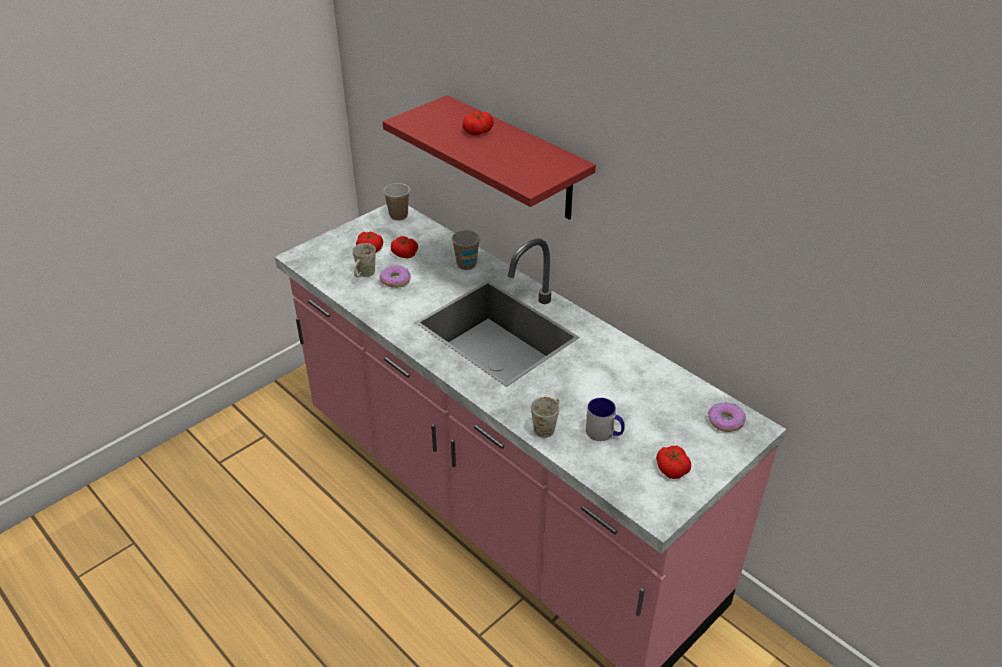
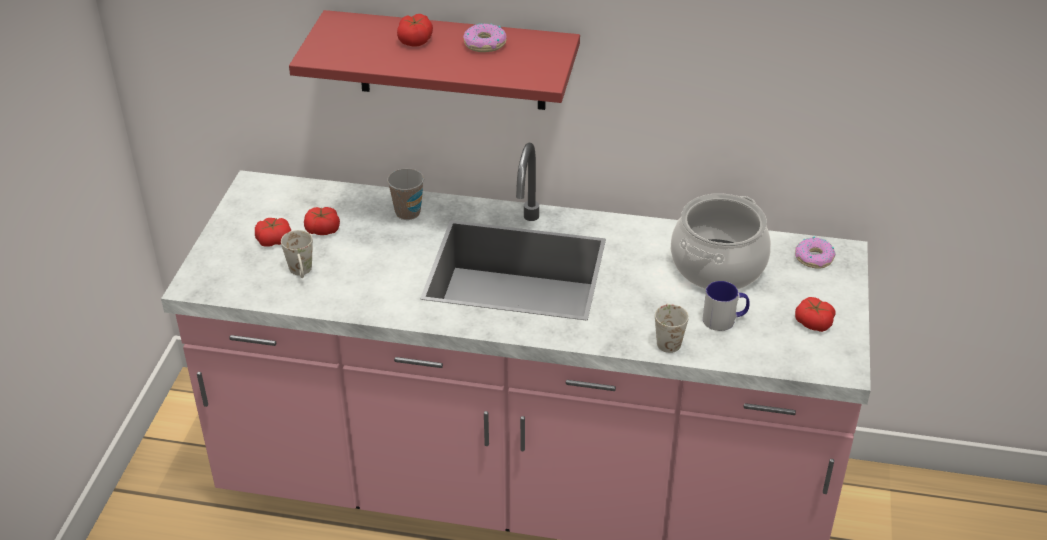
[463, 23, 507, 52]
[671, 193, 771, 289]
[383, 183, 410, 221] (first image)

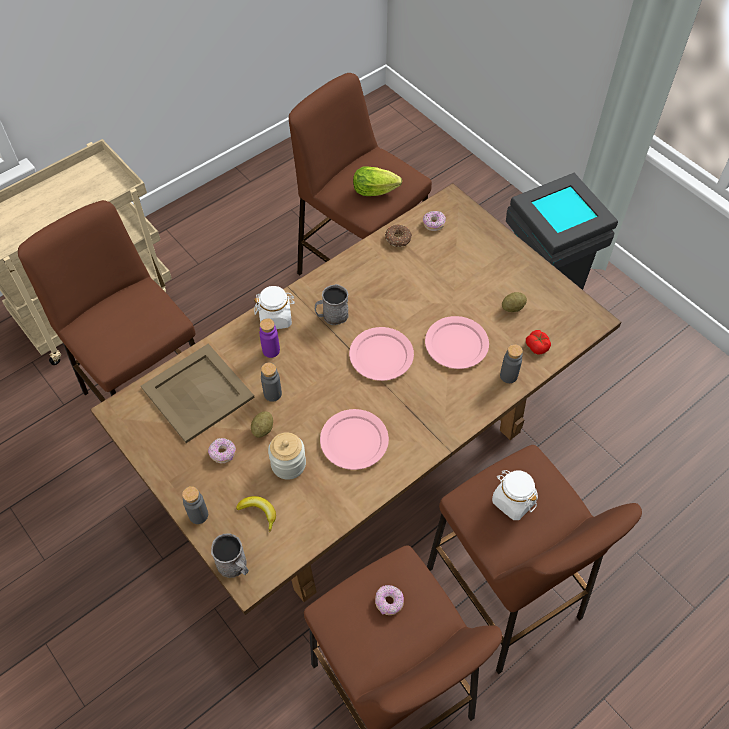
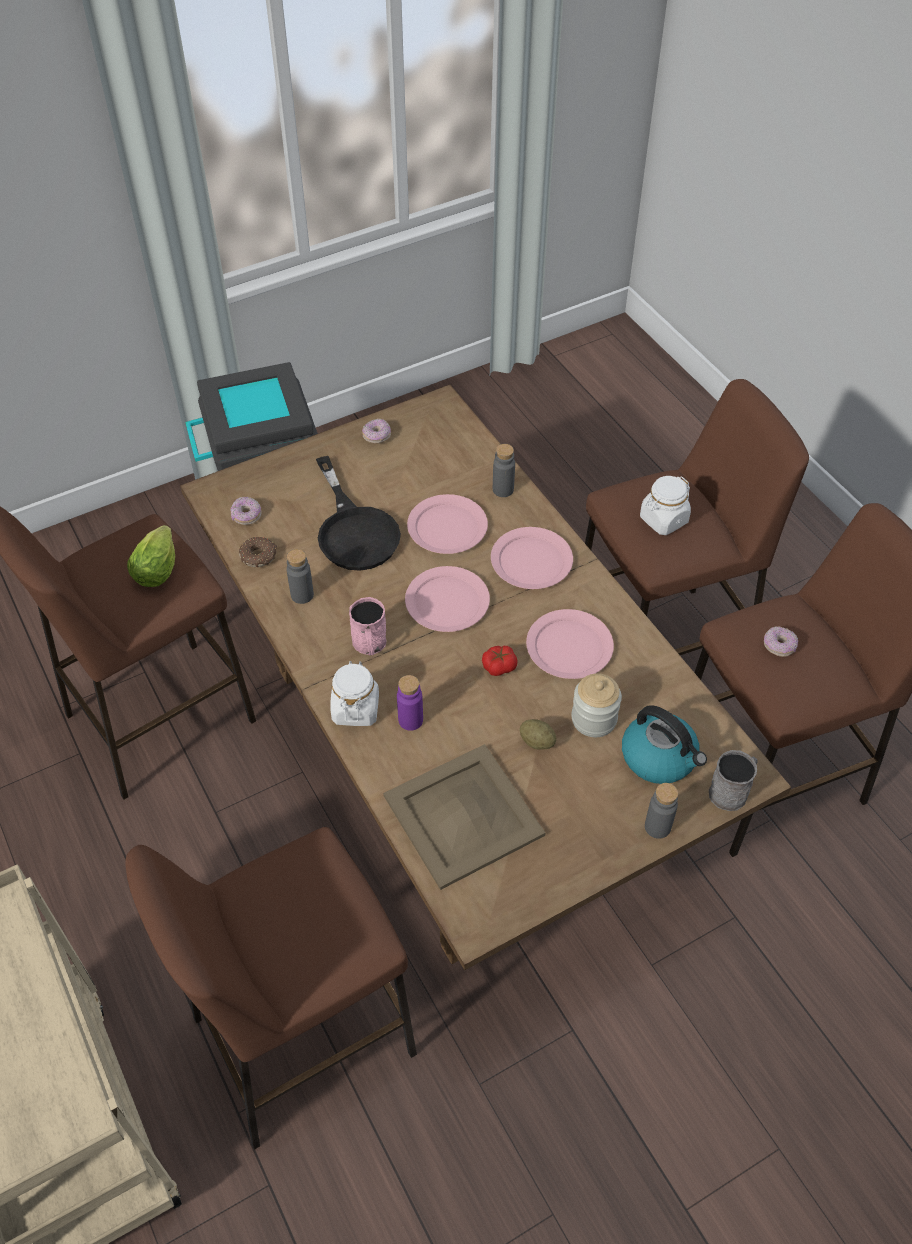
[286, 549, 314, 604]
[316, 456, 401, 571]
[349, 597, 386, 655]
[362, 419, 391, 444]
[482, 646, 517, 676]
[491, 527, 573, 589]
[622, 705, 707, 784]
[502, 292, 527, 312] (first image)

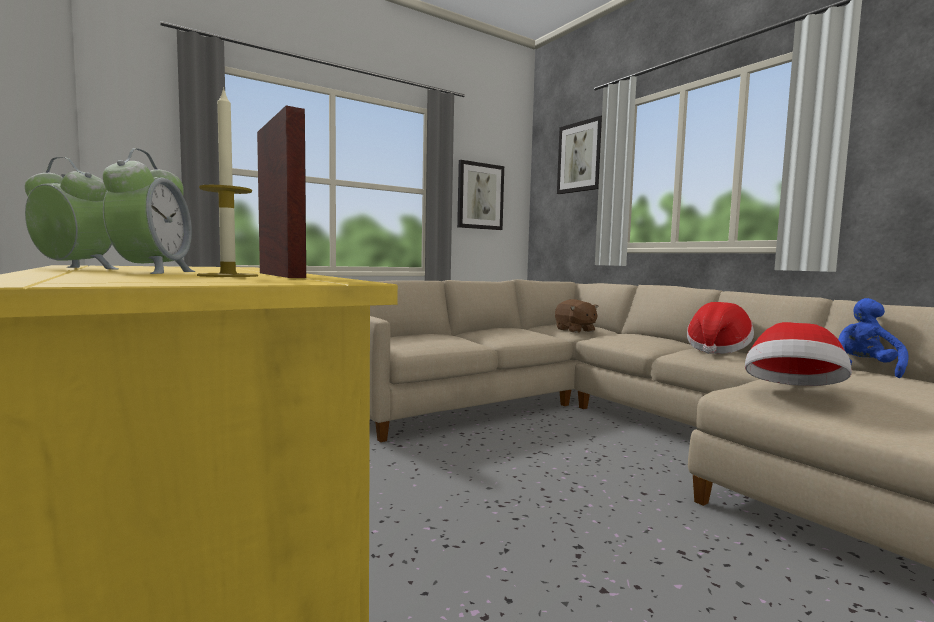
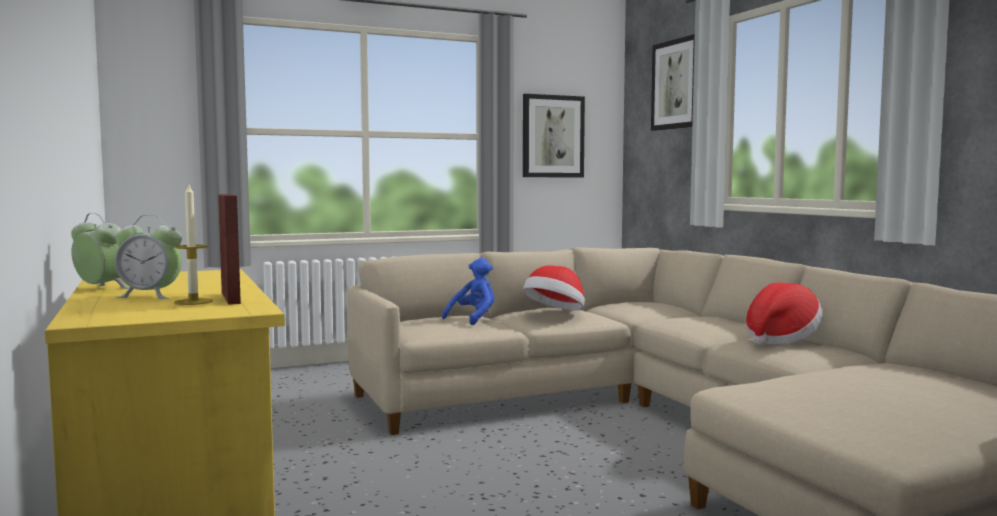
[115, 215, 182, 299]
[442, 258, 494, 325]
[523, 266, 585, 310]
[555, 299, 599, 333] (first image)

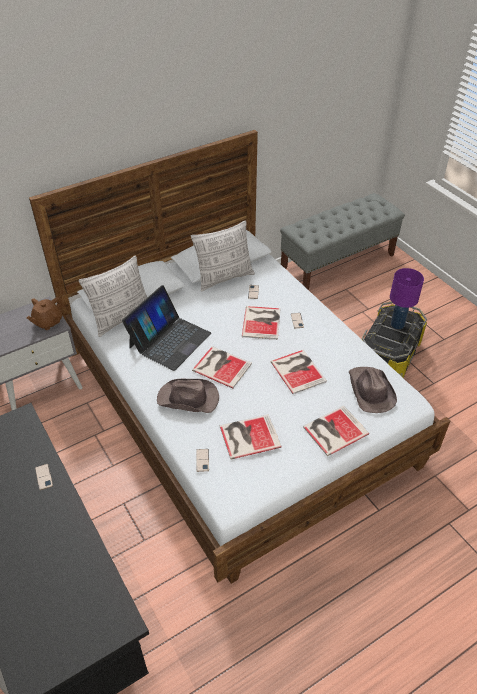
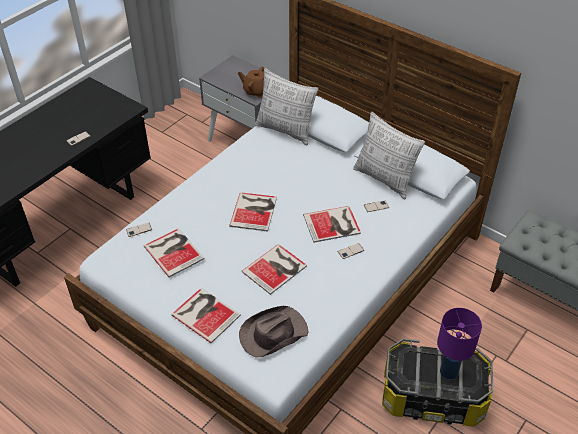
[122, 285, 211, 371] (first image)
[157, 379, 219, 413] (first image)

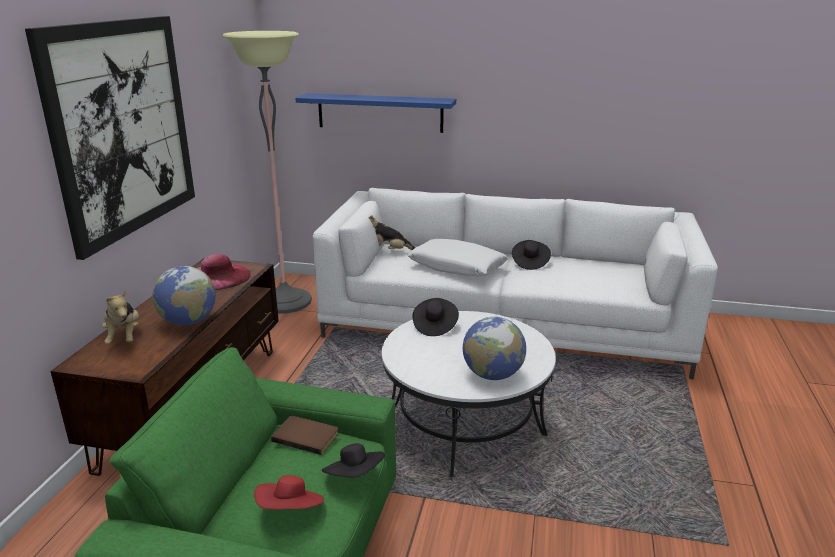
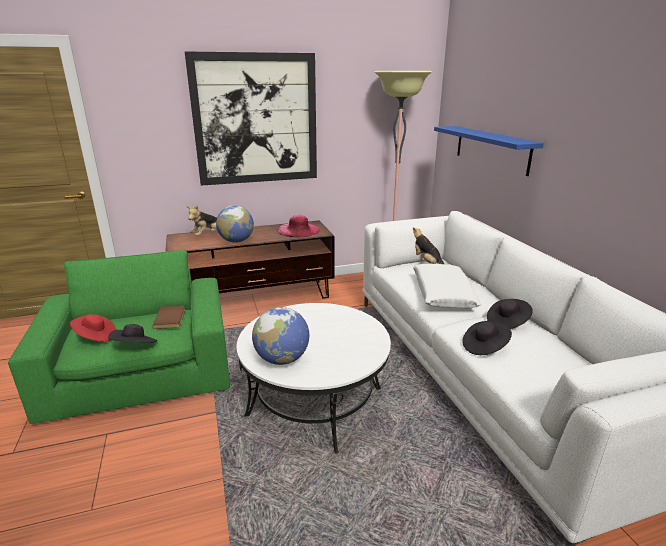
[462, 321, 512, 355]

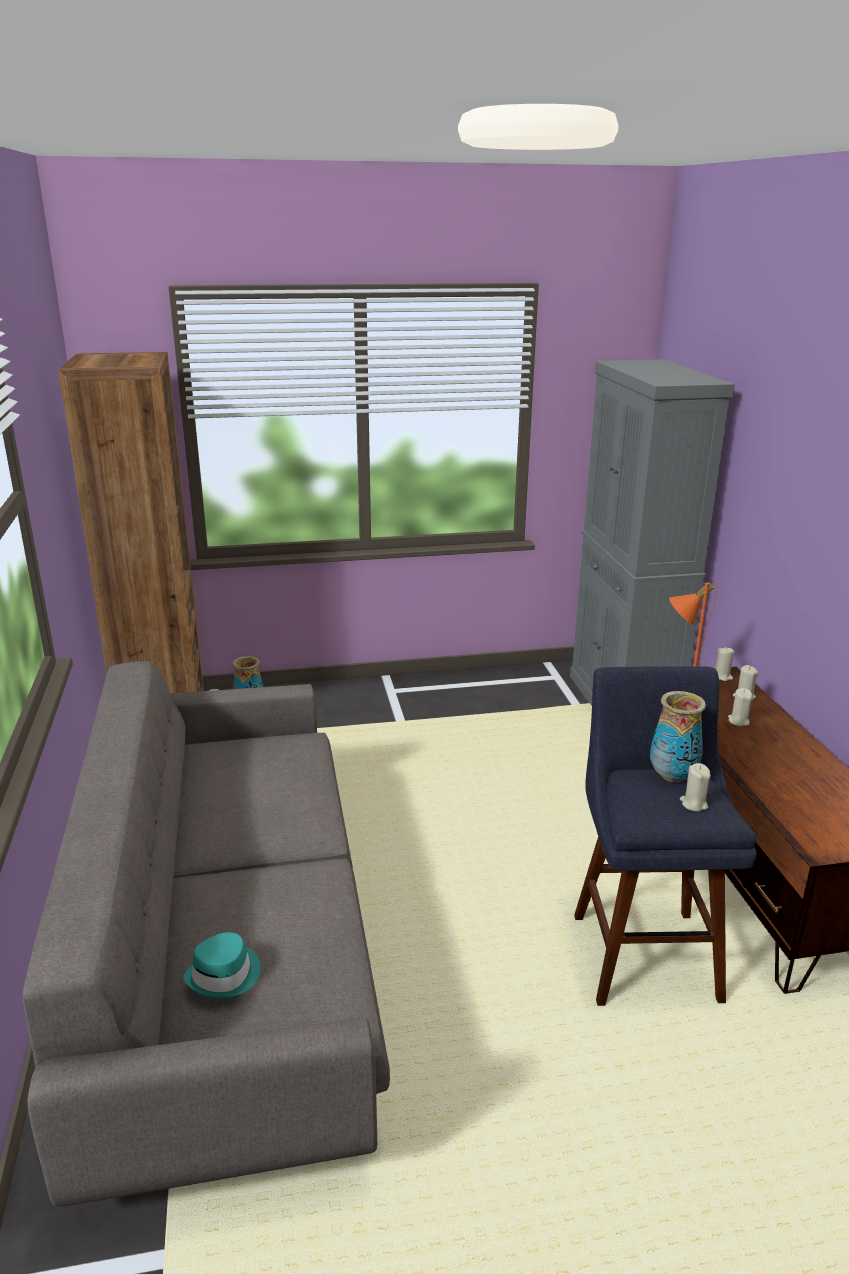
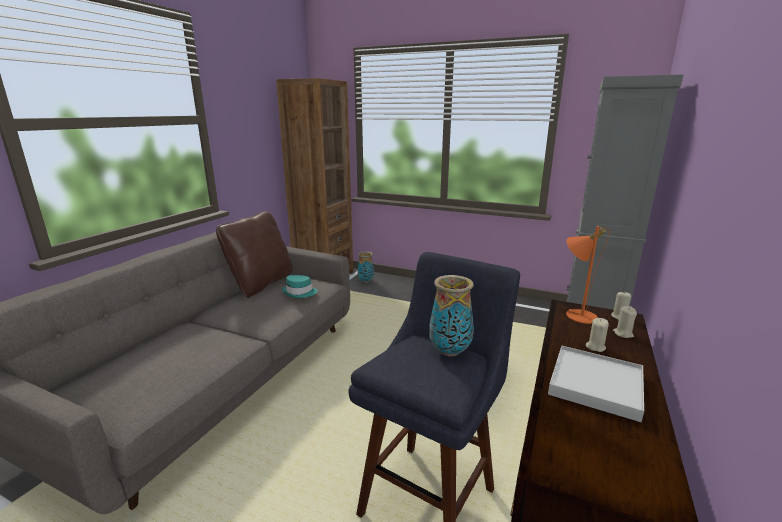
[216, 211, 293, 298]
[282, 275, 317, 298]
[548, 346, 644, 422]
[680, 763, 711, 811] (first image)

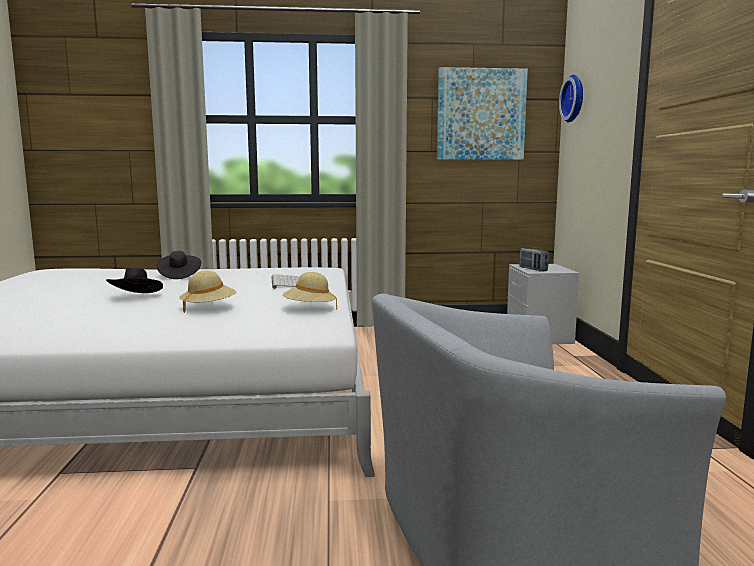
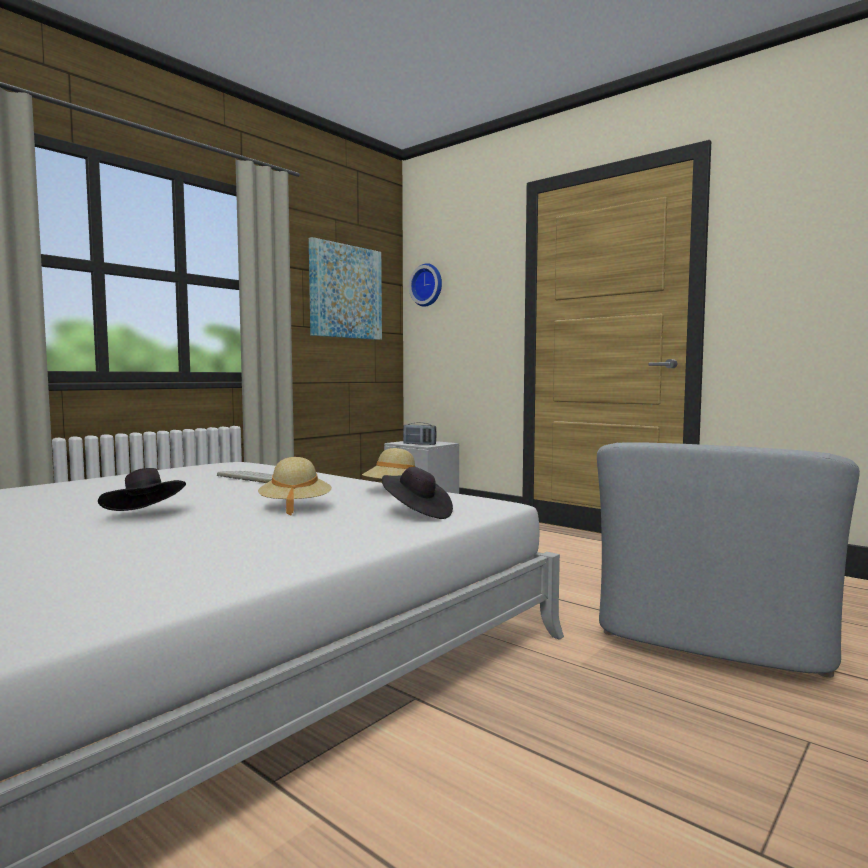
[382, 467, 453, 519]

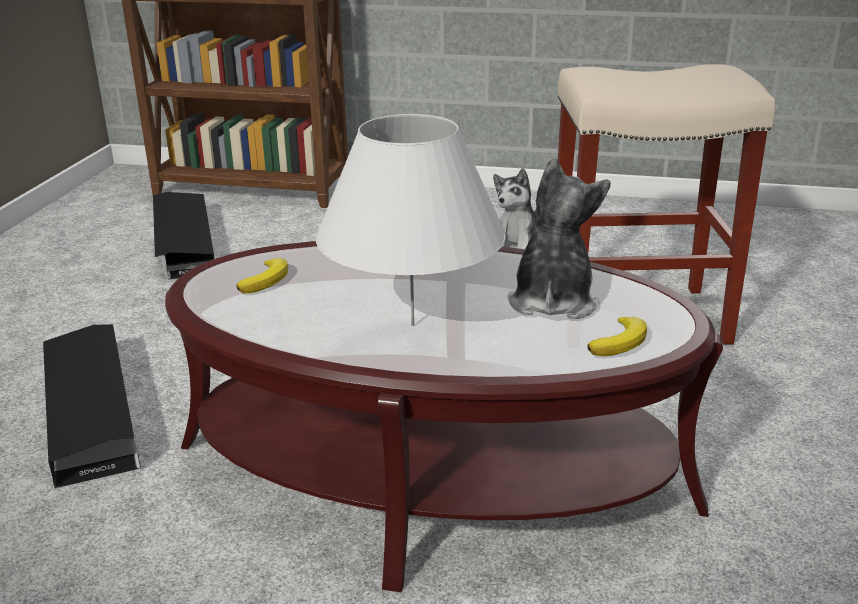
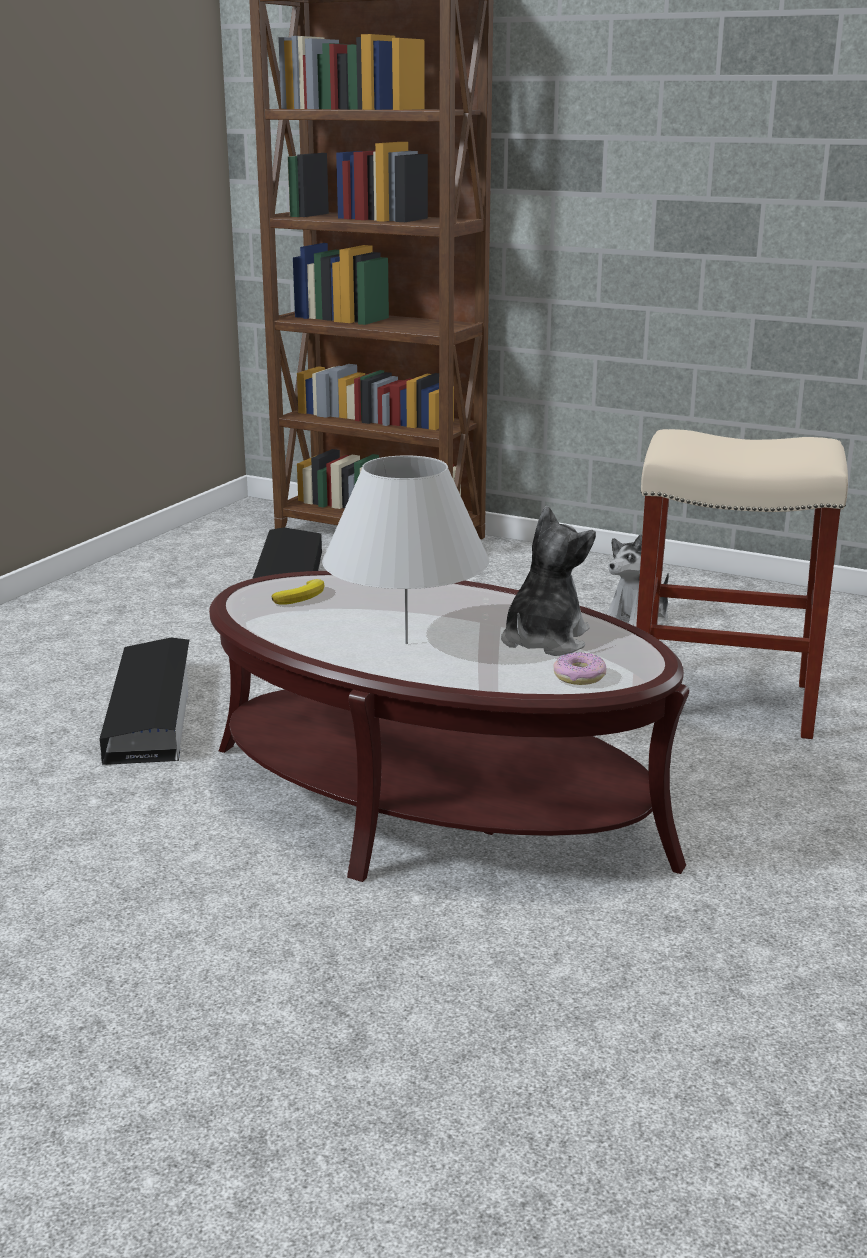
[553, 652, 607, 685]

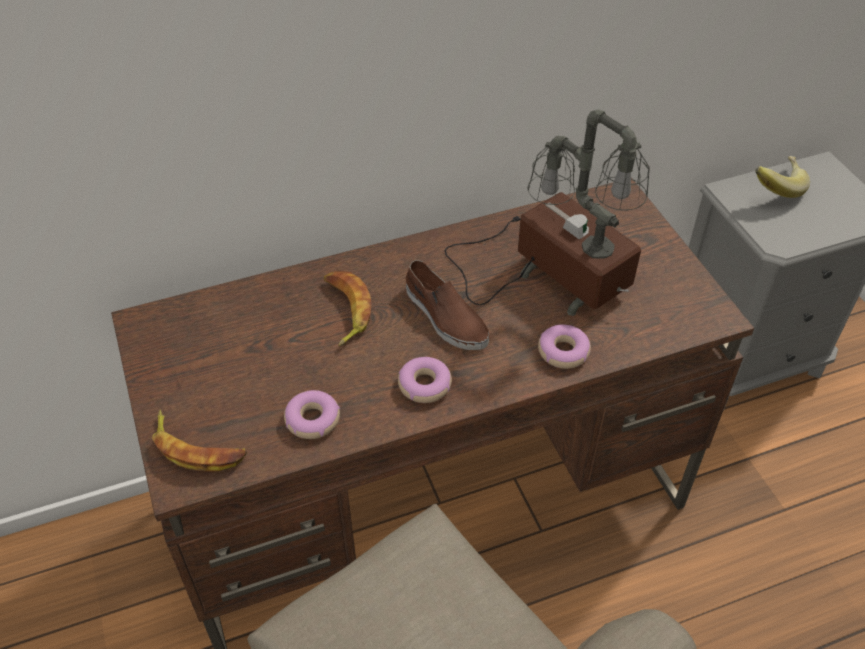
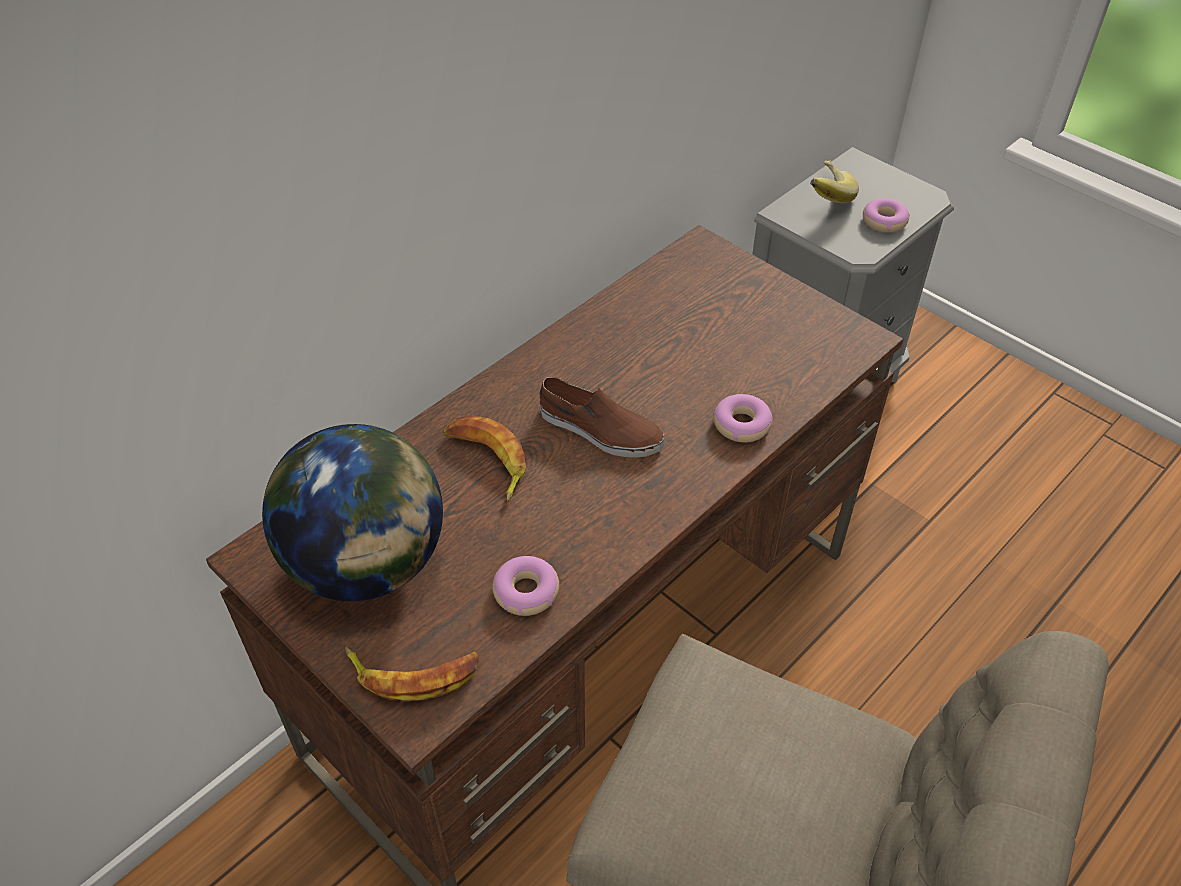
[262, 424, 443, 601]
[863, 198, 910, 233]
[445, 109, 650, 316] (first image)

